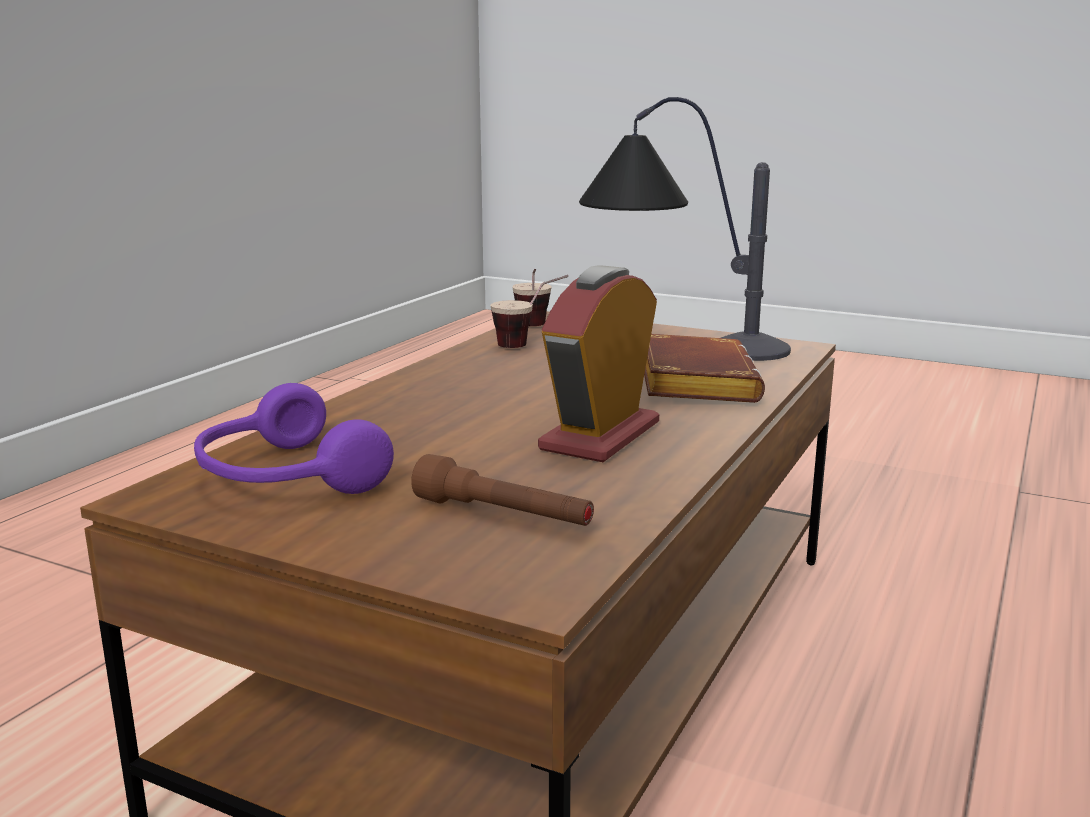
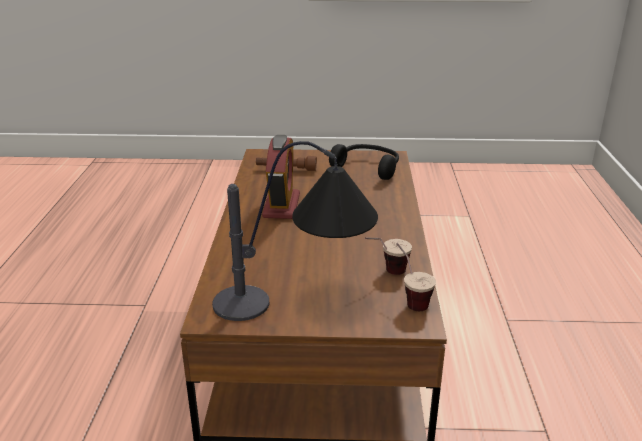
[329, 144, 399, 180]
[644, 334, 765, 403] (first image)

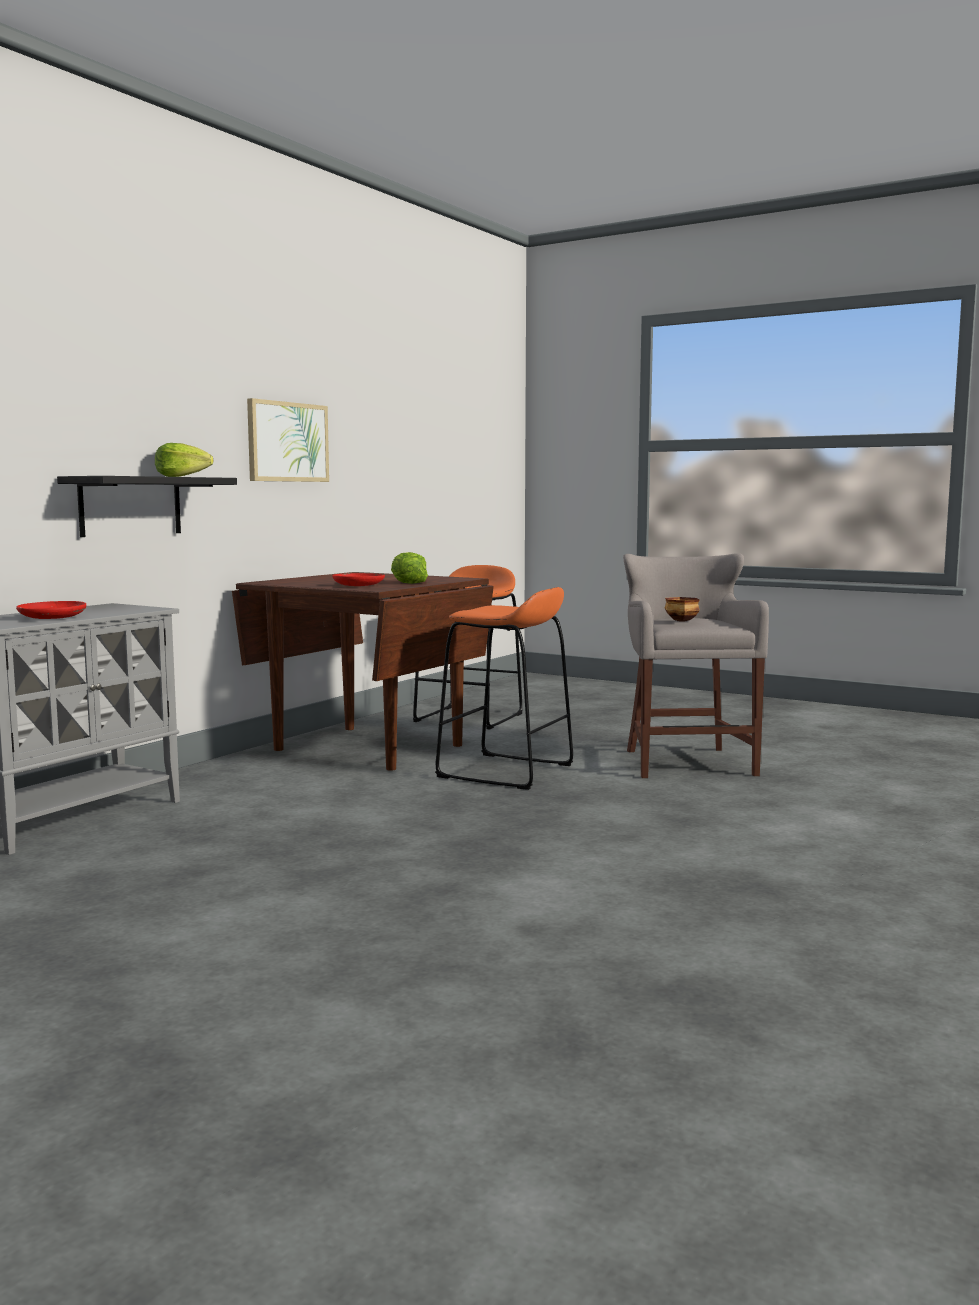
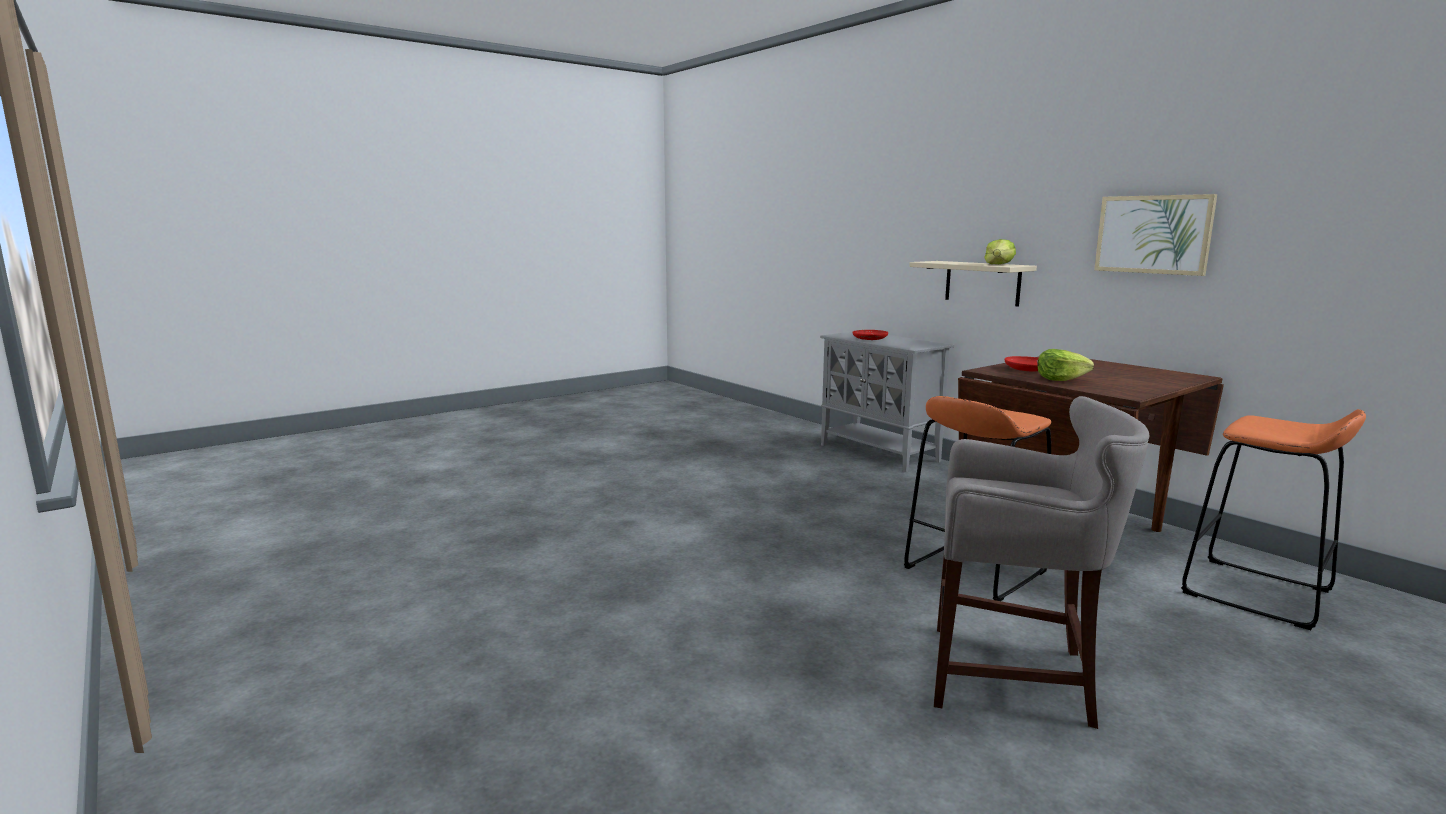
[909, 261, 1037, 307]
[665, 597, 700, 622] (first image)

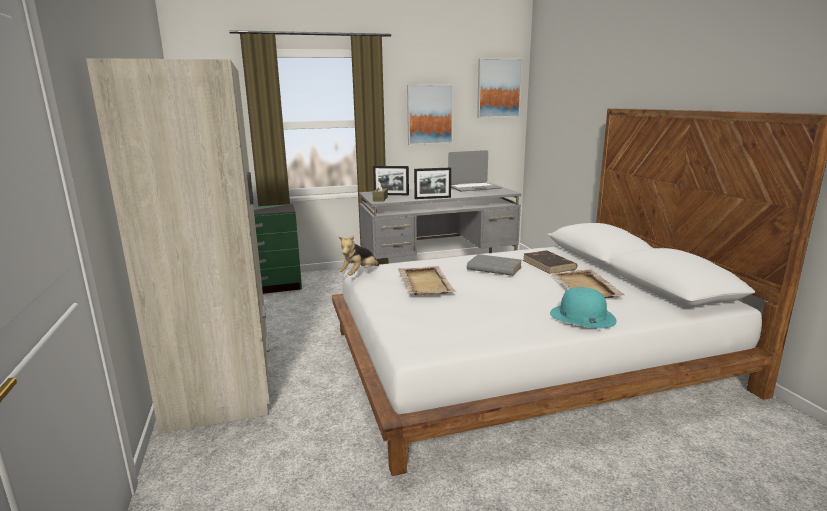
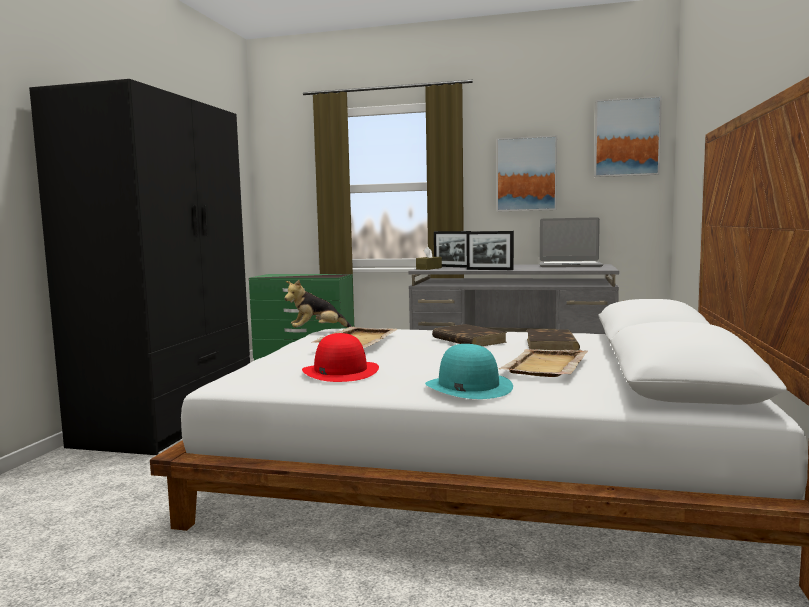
[29, 79, 250, 455]
[302, 333, 379, 382]
[432, 324, 507, 346]

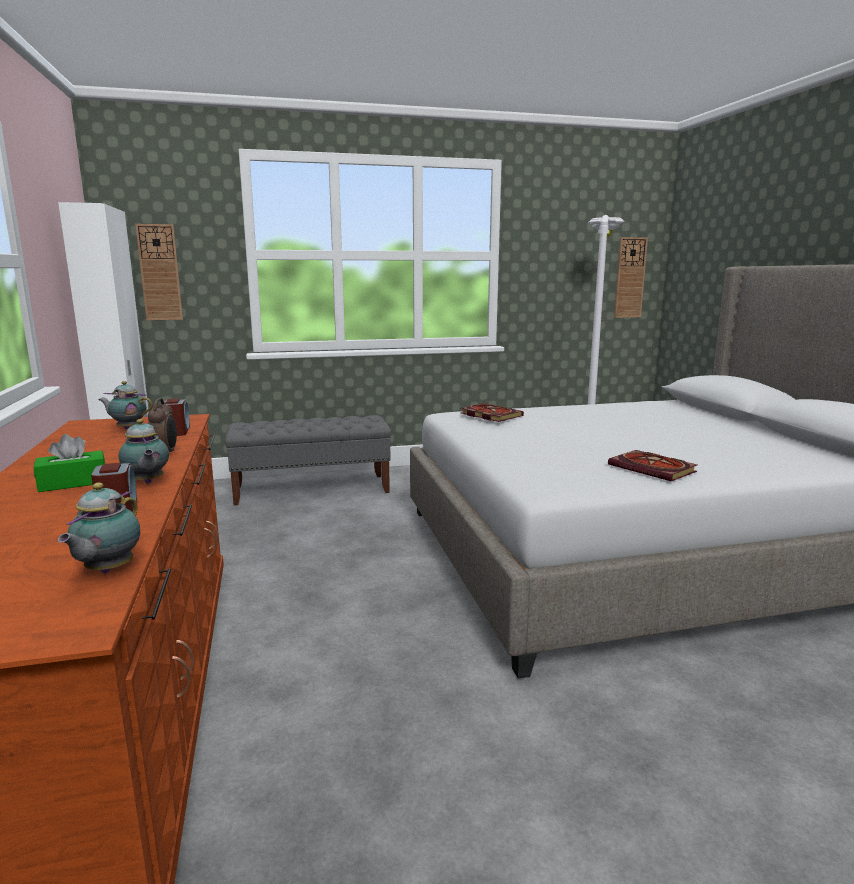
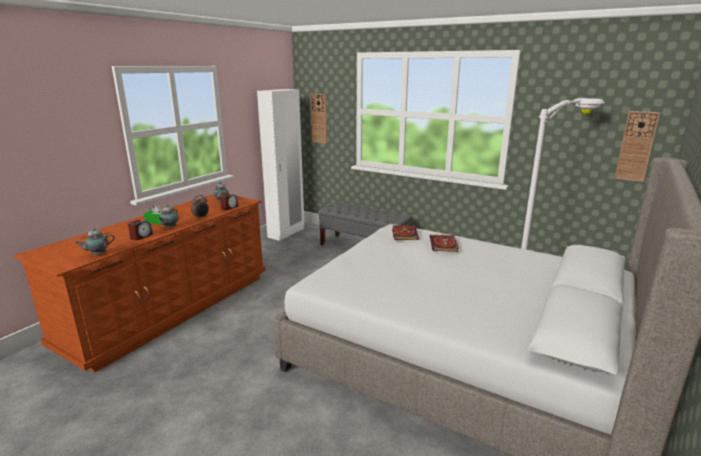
[430, 235, 459, 252]

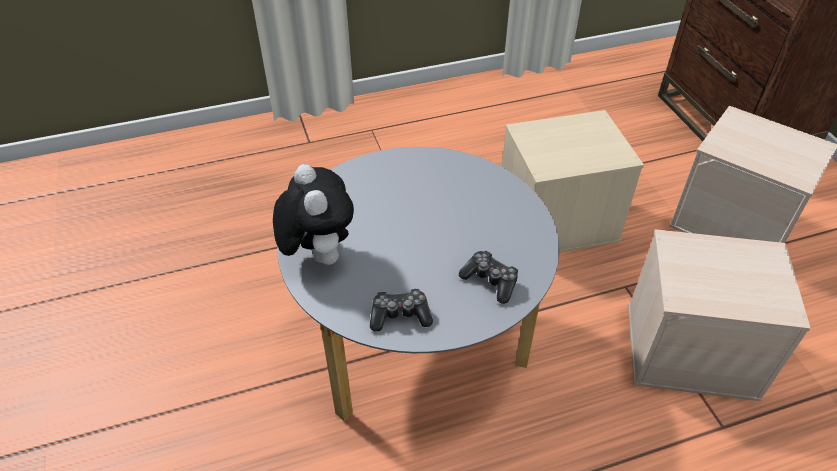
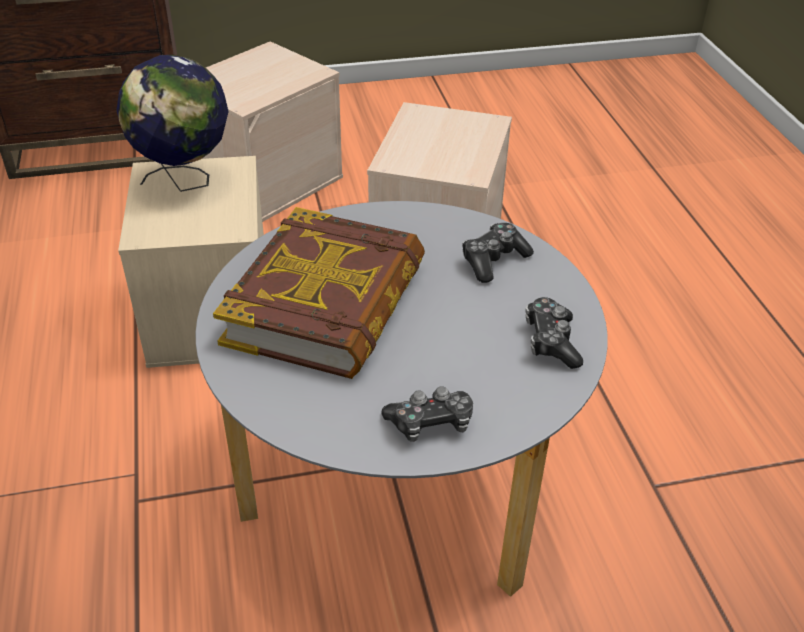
[116, 55, 229, 192]
[213, 207, 425, 379]
[381, 386, 473, 442]

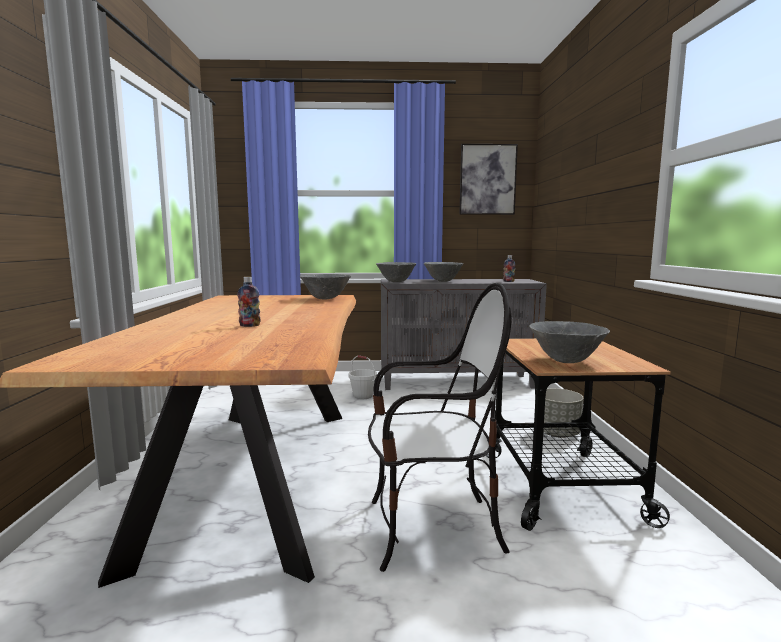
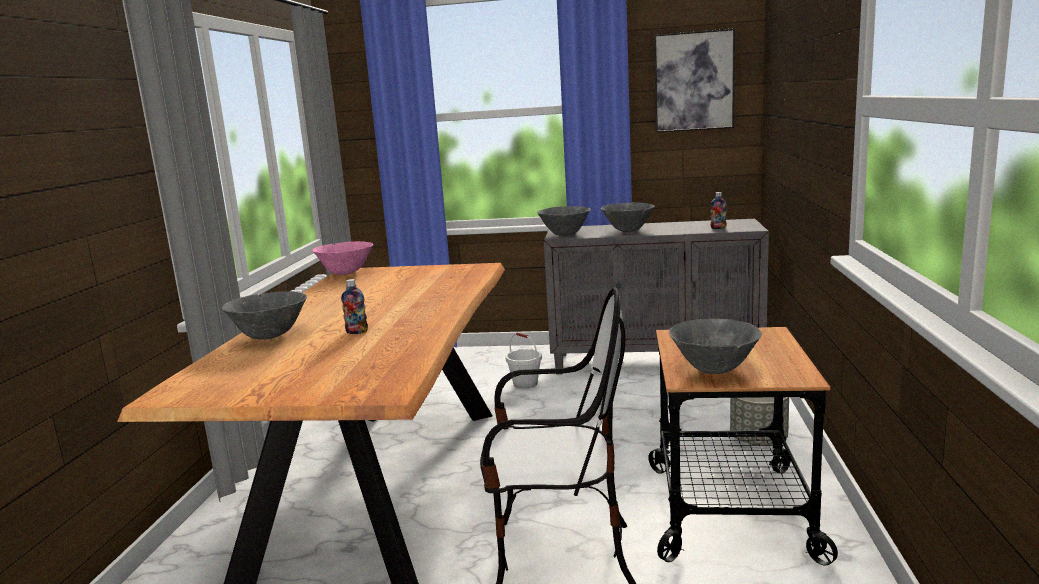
[221, 291, 307, 340]
[312, 241, 373, 275]

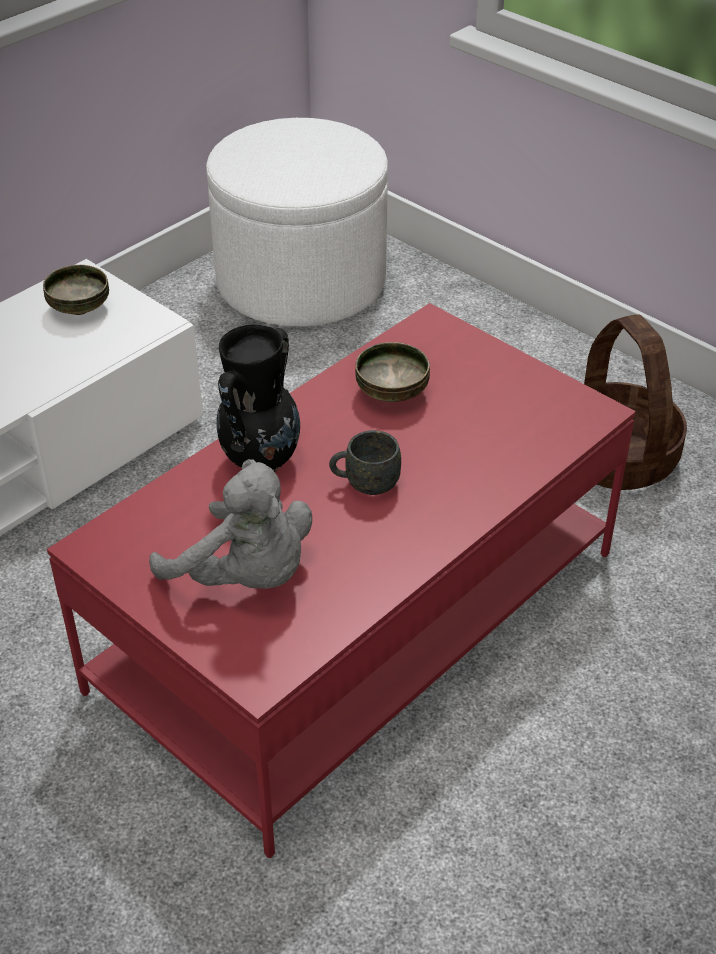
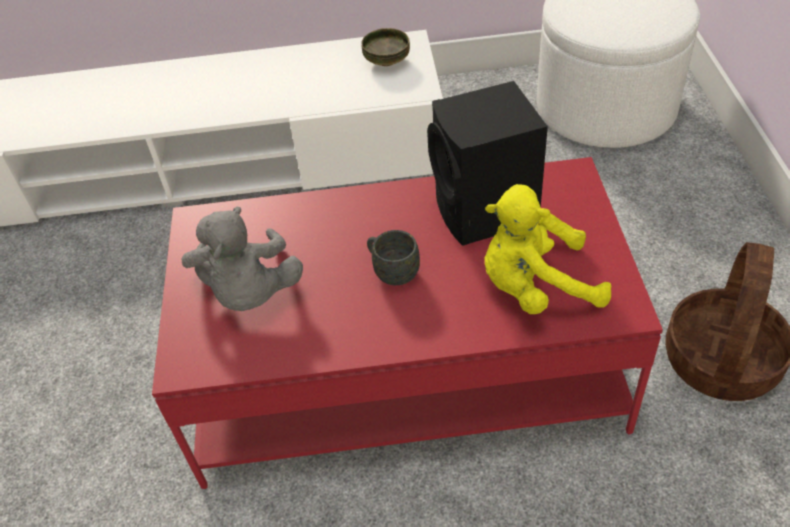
[427, 81, 548, 246]
[484, 184, 611, 314]
[217, 325, 300, 472] (first image)

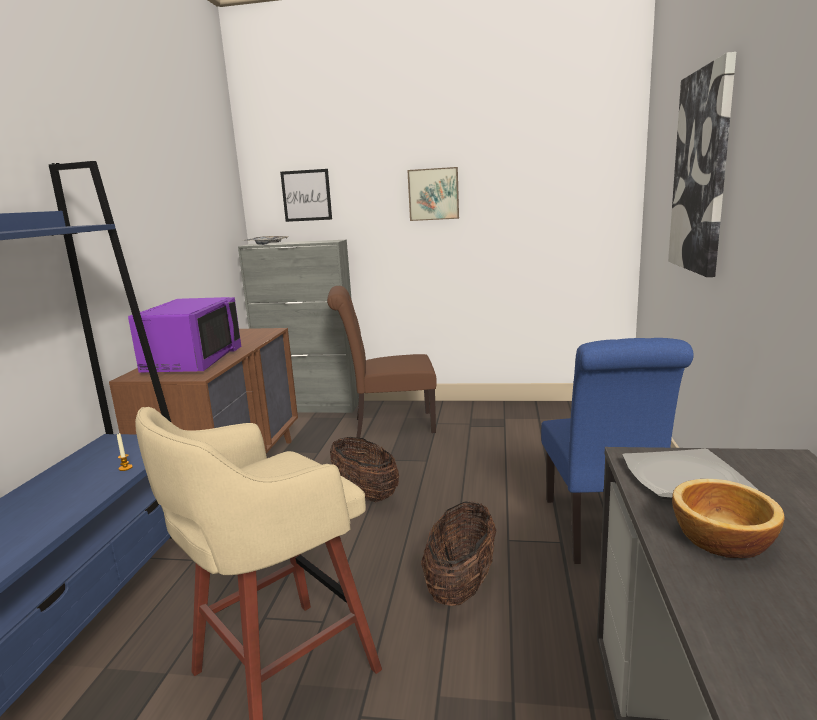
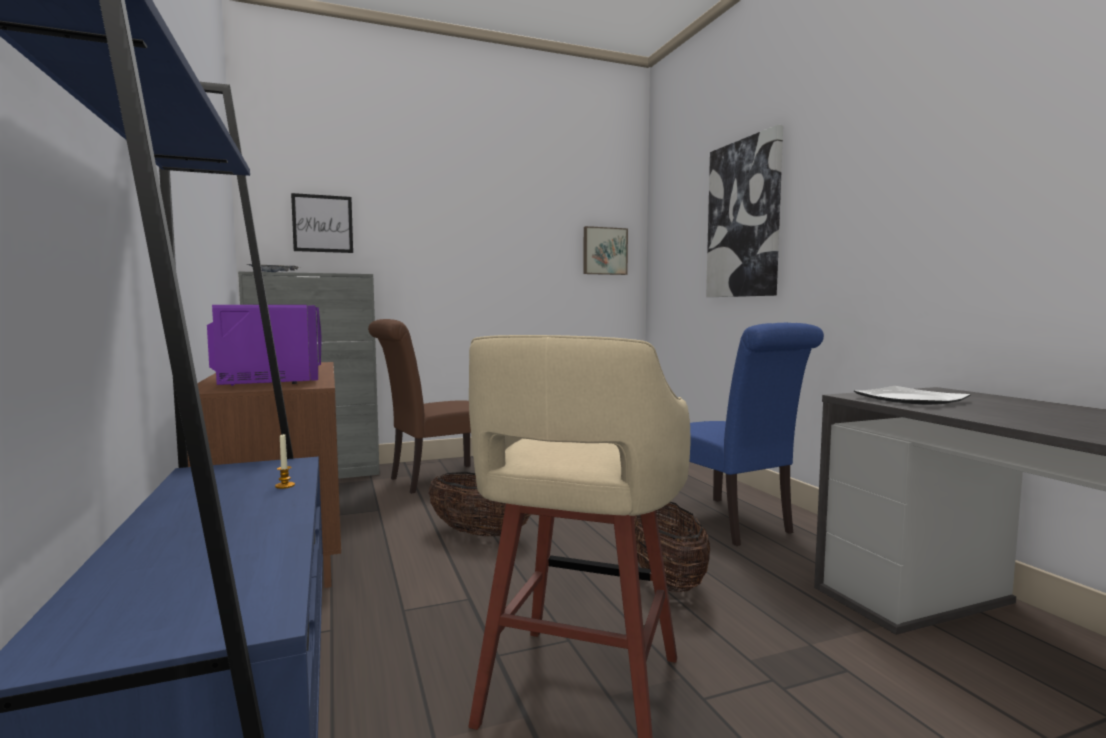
[583, 226, 628, 275]
[672, 479, 784, 558] (first image)

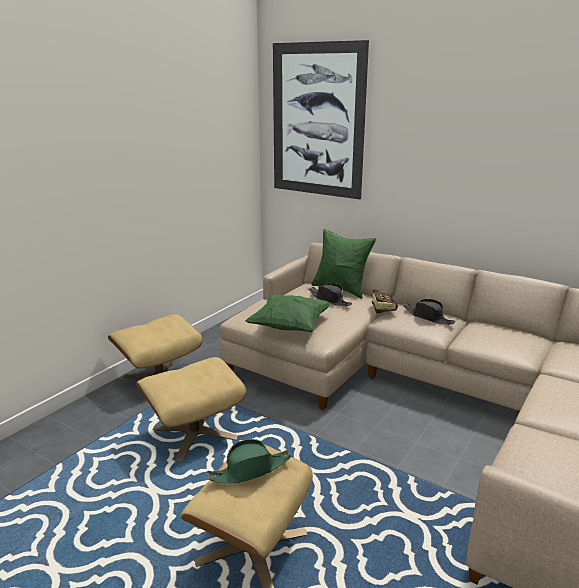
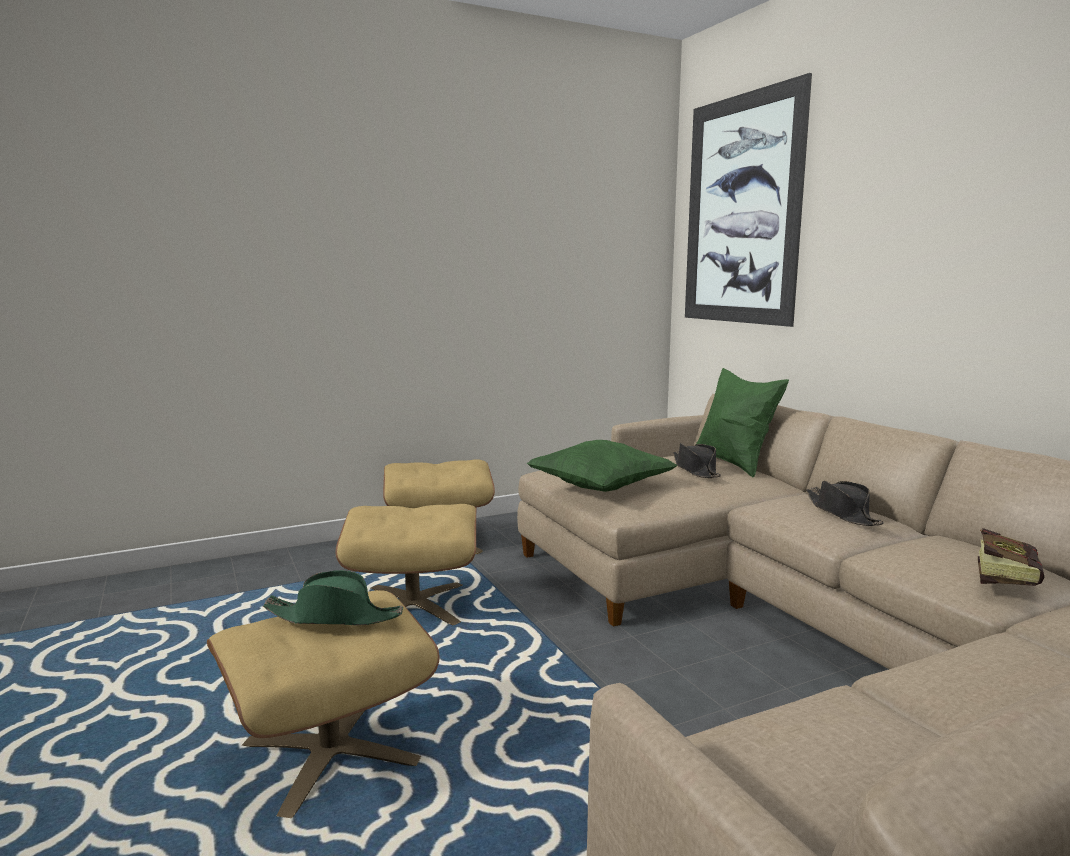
[978, 528, 1045, 586]

